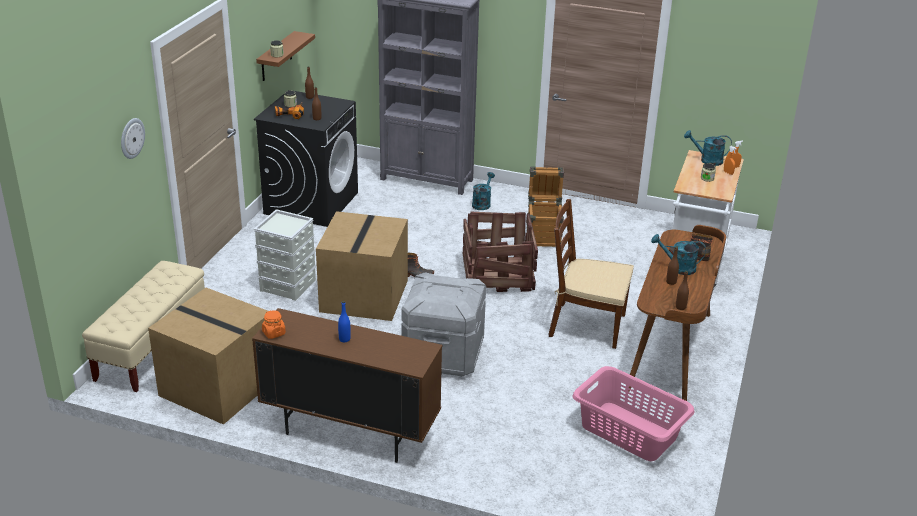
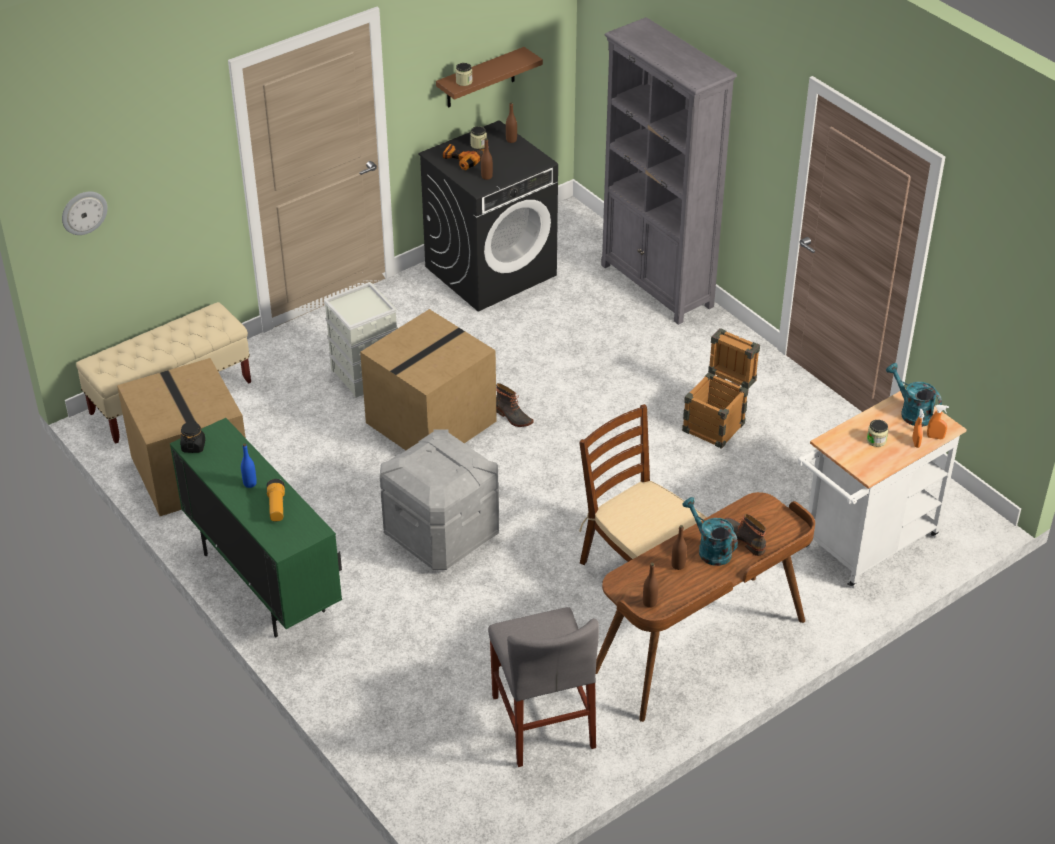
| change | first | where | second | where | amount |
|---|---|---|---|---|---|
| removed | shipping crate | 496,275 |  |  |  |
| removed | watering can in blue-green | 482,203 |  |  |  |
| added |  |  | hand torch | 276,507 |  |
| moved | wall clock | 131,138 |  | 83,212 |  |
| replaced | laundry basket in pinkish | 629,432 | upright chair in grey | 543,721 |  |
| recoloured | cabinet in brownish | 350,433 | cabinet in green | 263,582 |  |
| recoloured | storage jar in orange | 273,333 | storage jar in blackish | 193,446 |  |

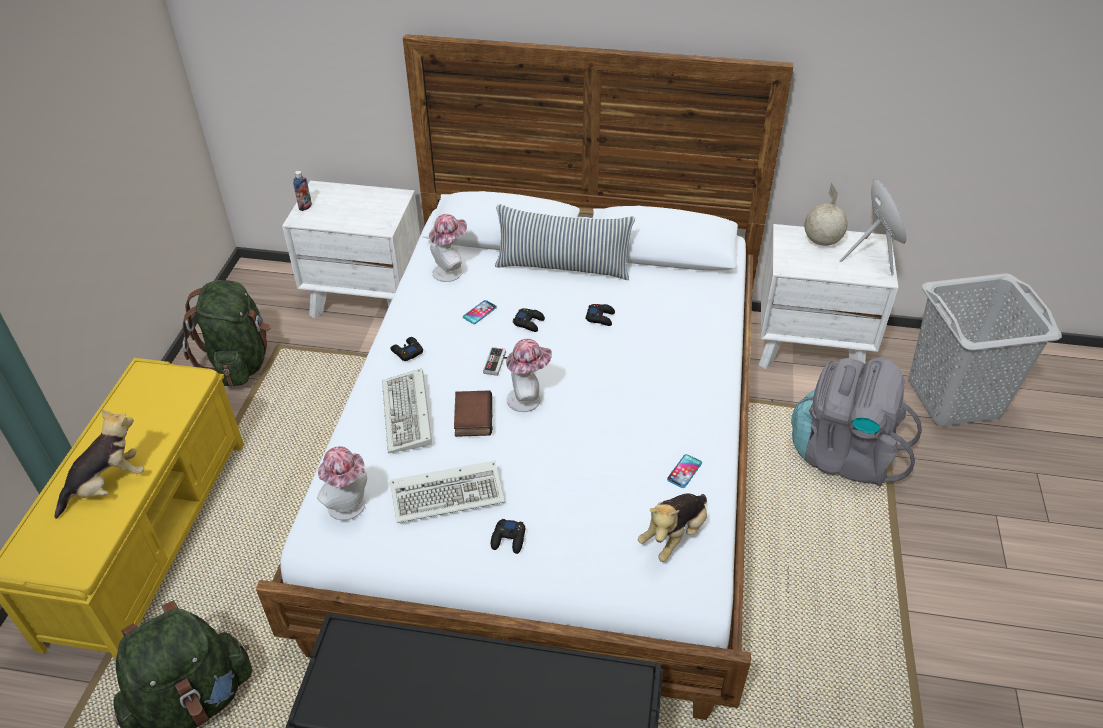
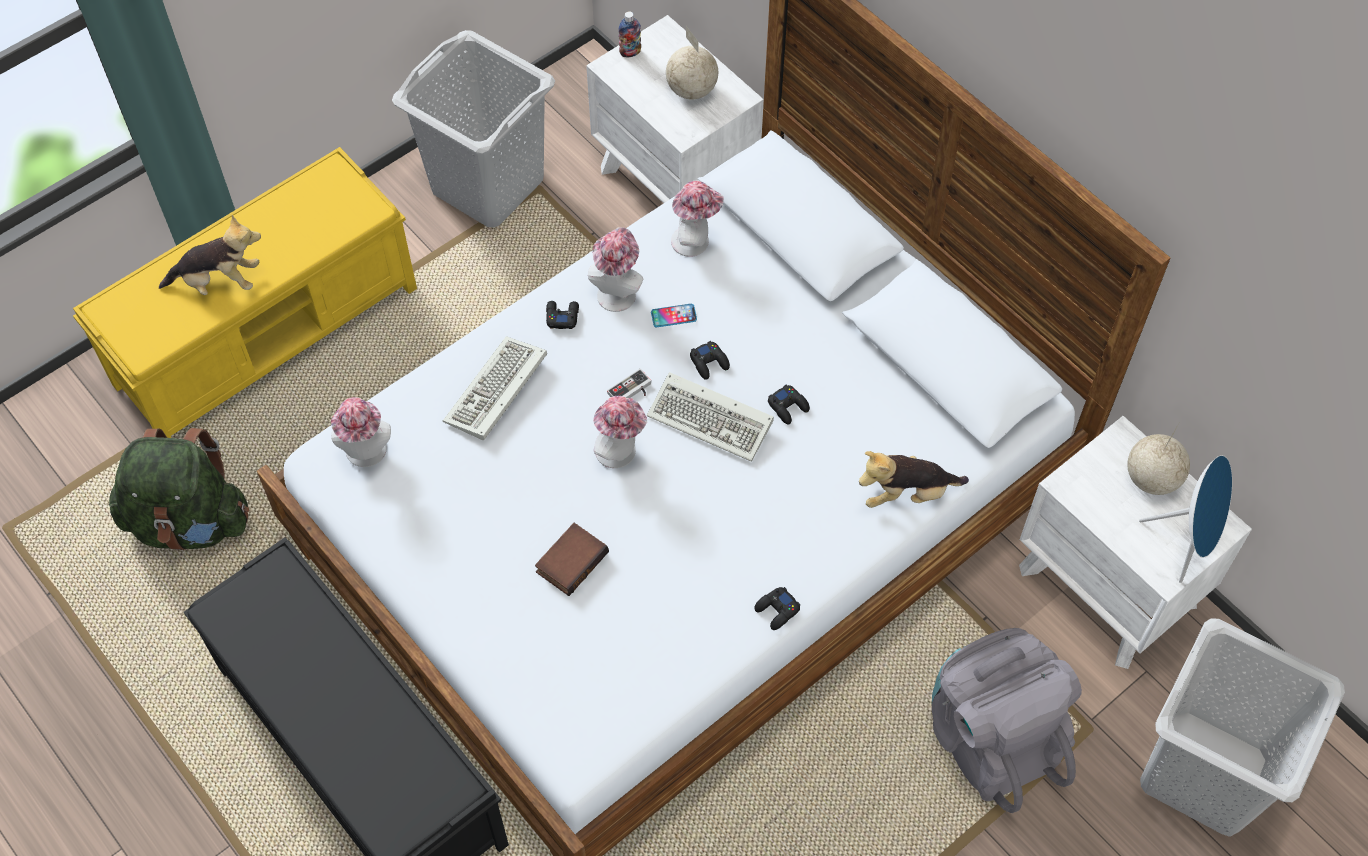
| change | first | where | second | where | amount |
|---|---|---|---|---|---|
| removed | cushion | 563,267 |  |  |  |
| removed | telephone | 684,471 |  |  |  |
| added |  |  | wearable hat | 617,291 |  |
| added |  |  | world globe | 692,90 |  |
| moved | computer keyboard | 449,493 |  | 713,420 |  |
| moved | bound book | 471,417 |  | 571,561 |  |
| moved | joypad in blackish | 509,539 |  | 777,610 |  |
| moved | cuddly toy | 674,535 |  | 906,493 |  |
| replaced | backpack in green | 239,362 | laundry basket in grey | 487,184 |  |

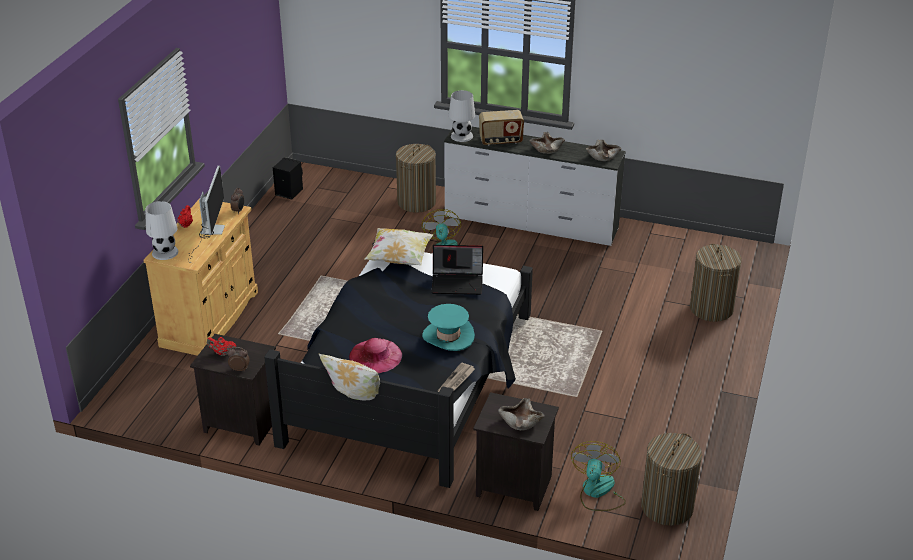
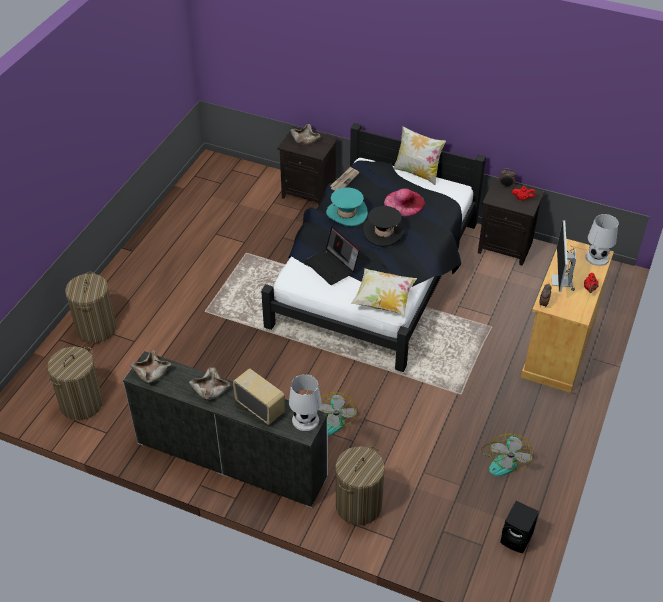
| change | first | where | second | where | amount |
|---|---|---|---|---|---|
| added |  |  | wearable hat in blackish | 384,232 |  |
| moved | cooling fan | 597,492 |  | 504,460 |  |
| moved | laundry basket | 667,507 |  | 81,403 |  |
| turned | laptop | 458,282 |  | 332,266 | 135 degrees counterclockwise |
| turned | radio set | 501,141 |  | 260,407 | 45 degrees clockwise |

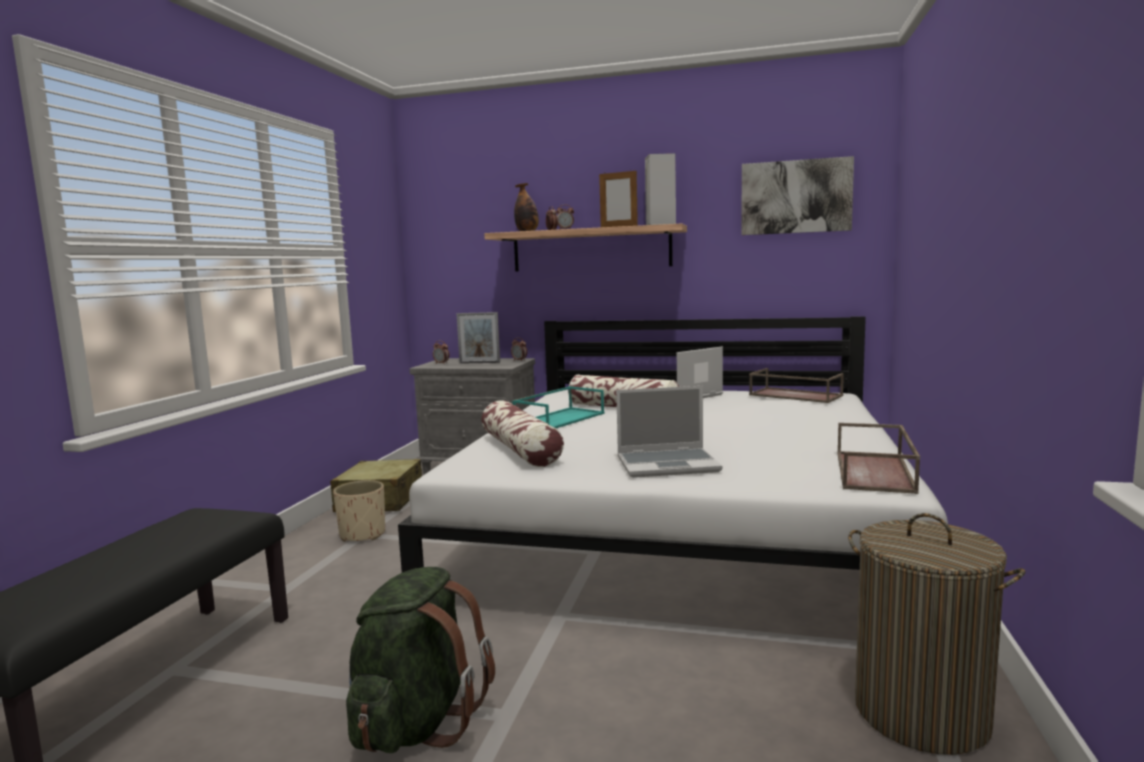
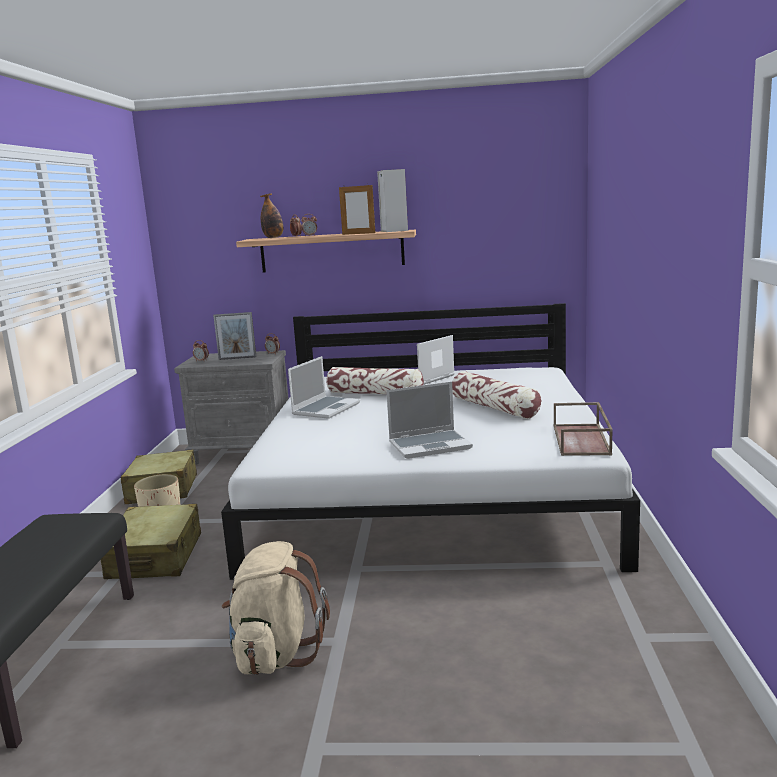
| change | first | where | second | where | amount |
|---|---|---|---|---|---|
| removed | wall art | 795,197 |  |  |  |
| removed | serving tray in brownish | 794,395 |  |  |  |
| removed | laundry basket | 921,714 |  |  |  |
| added |  |  | suitcase in beige-coloured | 155,557 |  |
| moved | cushion | 520,450 |  | 494,408 |  |
| replaced | serving tray in blue-green | 560,419 | laptop | 326,408 |  |
| recoloured | backpack in green | 417,721 | backpack in beige-coloured | 275,653 |  |

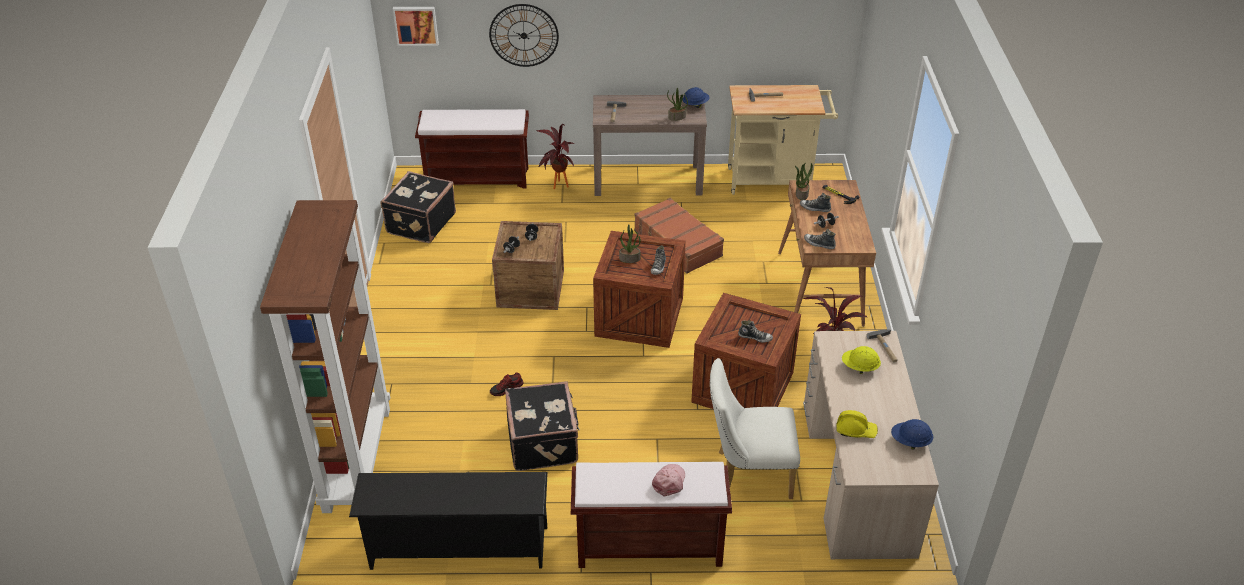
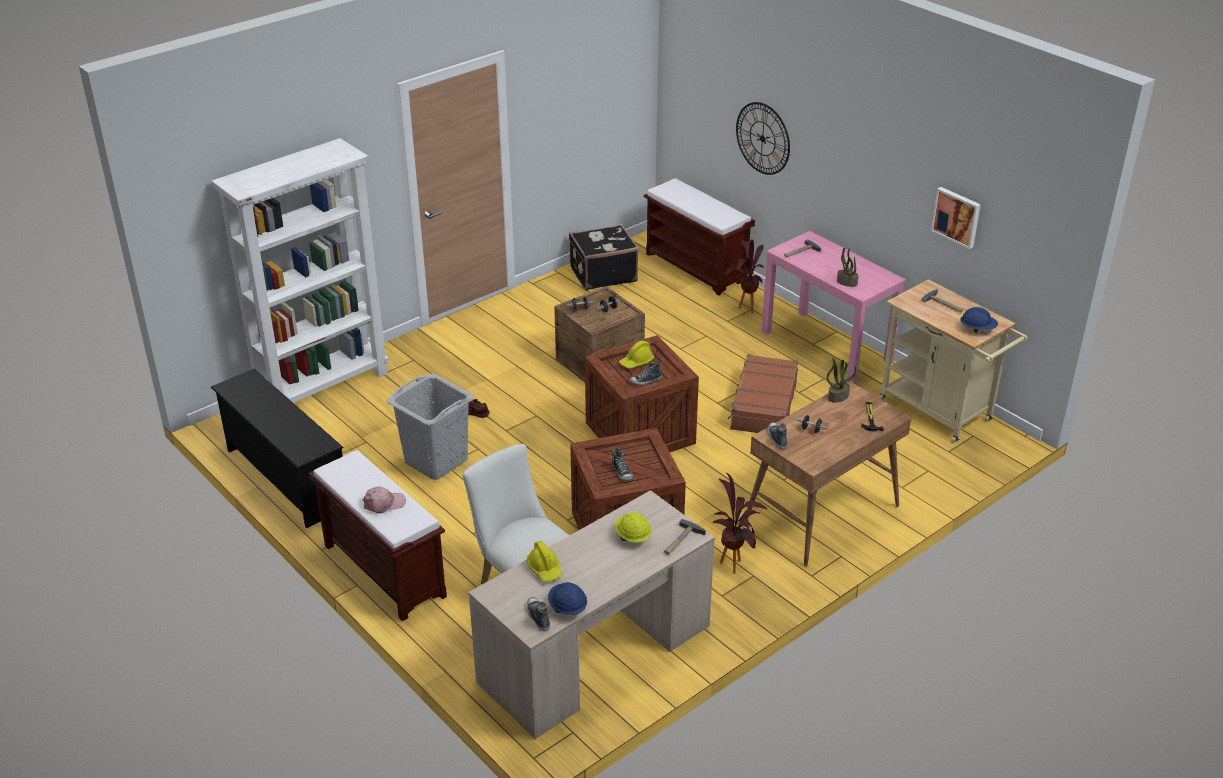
| change | first | where | second | where | amount |
|---|---|---|---|---|---|
| moved | wall art | 416,25 |  | 957,217 |  |
| moved | hard hat in blue | 695,105 |  | 977,329 |  |
| moved | shoe | 815,208 |  | 538,617 |  |
| replaced | suitcase in blackish | 544,442 | laundry basket in grey | 436,460 |  |
| replaced | potted plant | 630,258 | hard hat in yellow | 636,362 |  |
| recoloured | bookshelf in brownish | 356,458 | bookshelf in white-coloured | 323,387 |  |
| recoloured | console table in brownish | 648,180 | console table in pinkish | 827,346 |  |

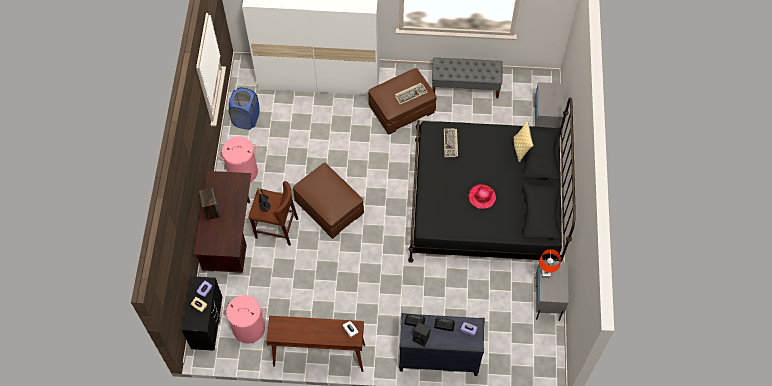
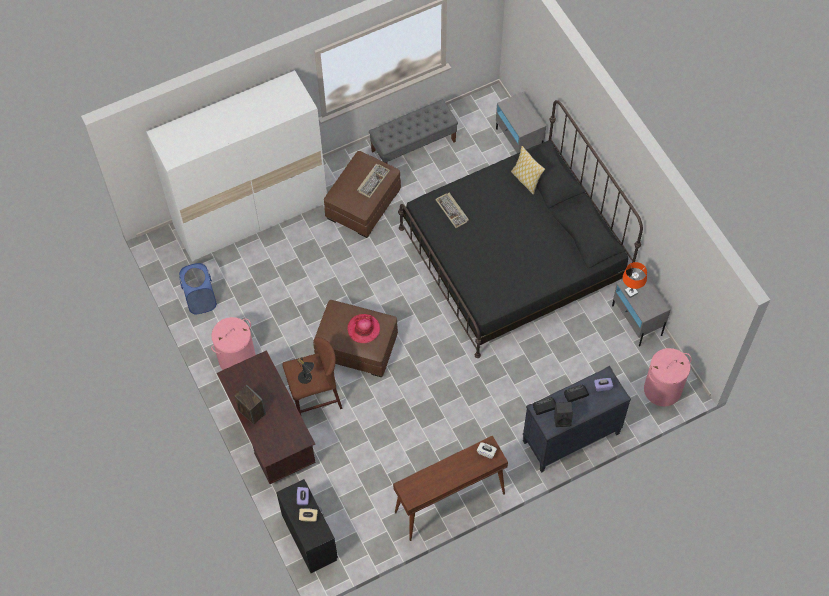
| change | first | where | second | where | amount |
|---|---|---|---|---|---|
| moved | laundry basket in pinkish | 248,328 |  | 662,389 |  |
| moved | wearable hat | 482,197 |  | 363,329 |  |

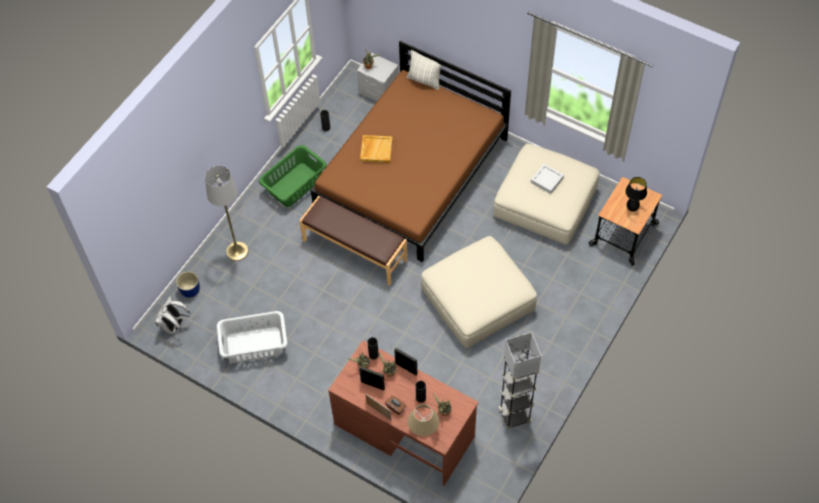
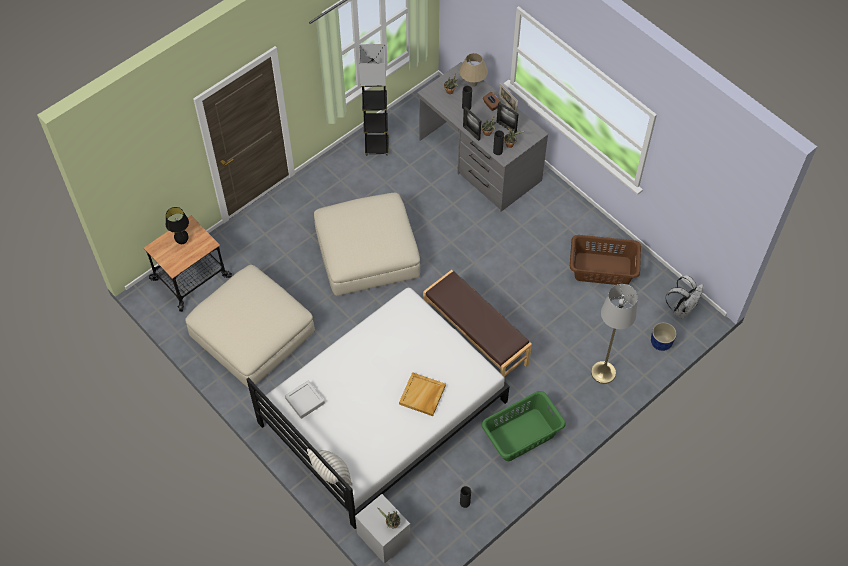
| change | first | where | second | where | amount |
|---|---|---|---|---|---|
| moved | serving tray in grey | 547,180 |  | 305,401 |  |
| recoloured | laundry basket in white-coloured | 255,345 | laundry basket in brownish | 602,268 |  |
| recoloured | sleeping bed in brownish | 412,172 | sleeping bed in white-coloured | 382,412 |  |
| recoloured | desk in brownish | 404,429 | desk in grey | 479,160 |  |

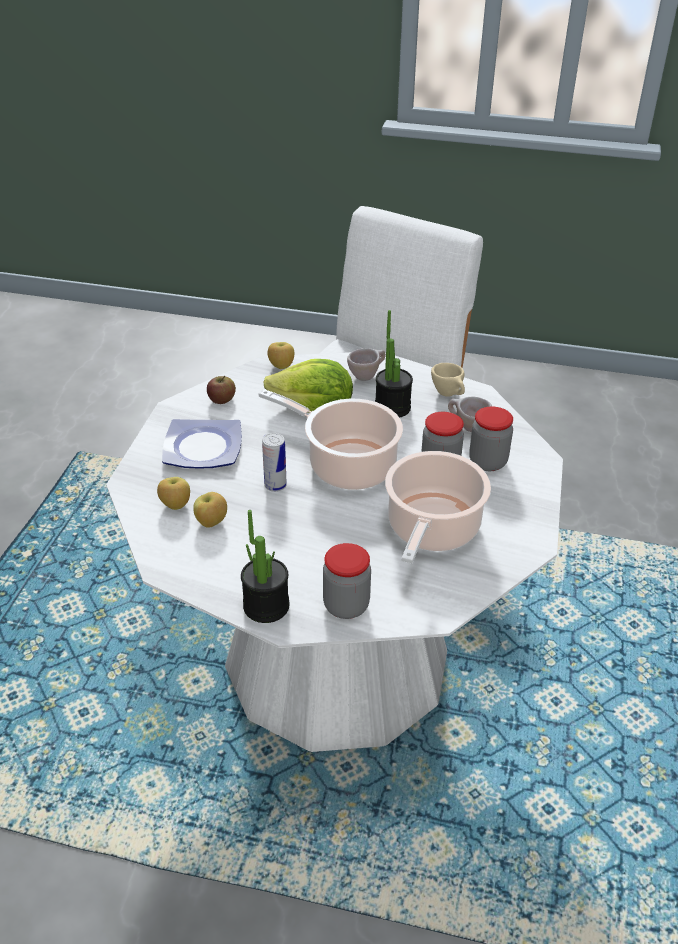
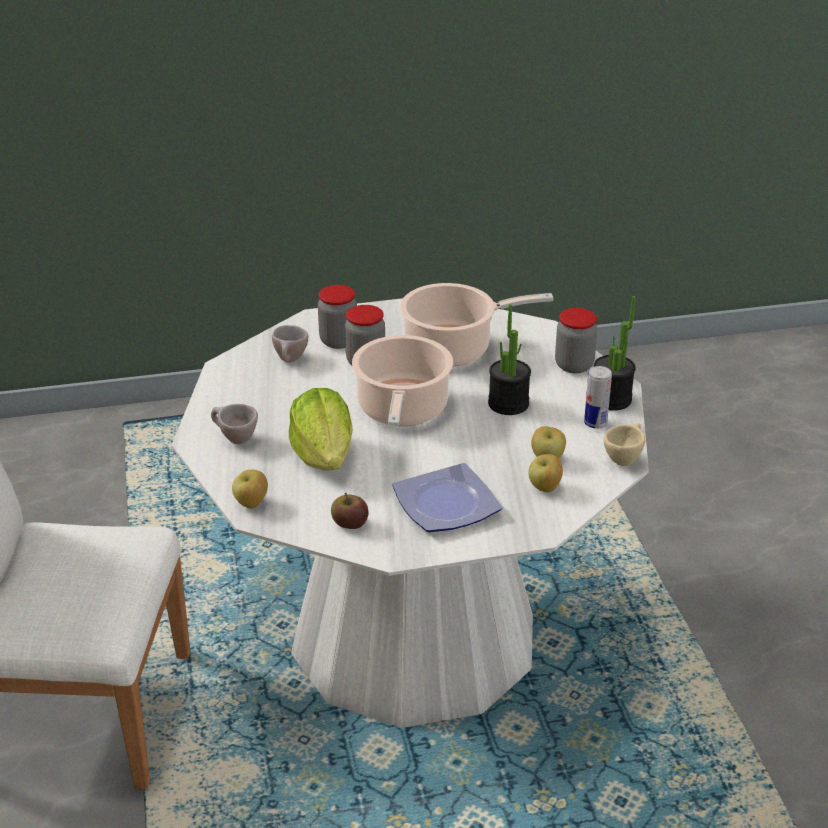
| change | first | where | second | where | amount |
|---|---|---|---|---|---|
| moved | sealed can | 275,485 |  | 595,423 |  |
| moved | potted plant | 392,408 |  | 508,404 |  |
| moved | small cup in beige-coloured | 449,394 |  | 624,458 |  |

